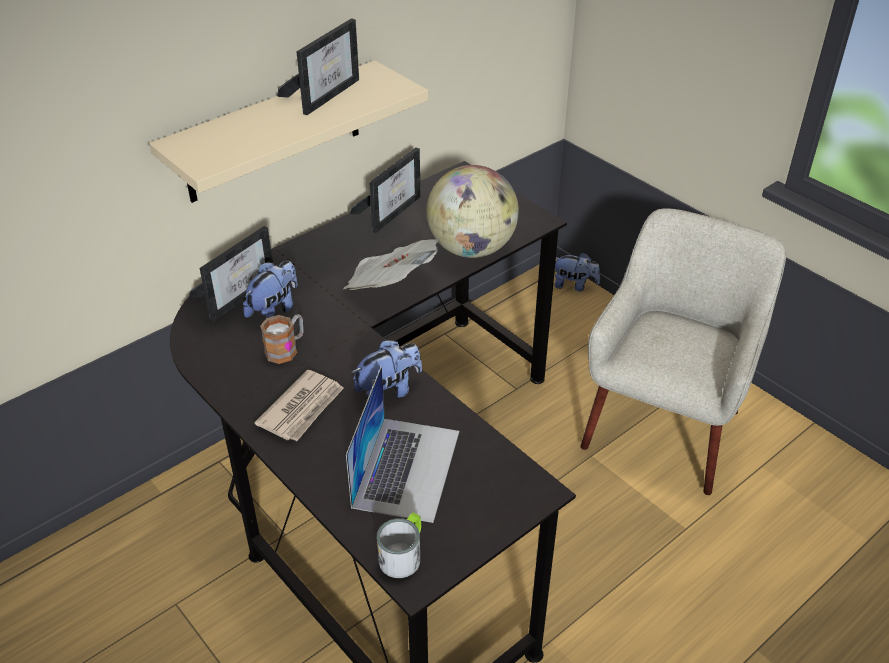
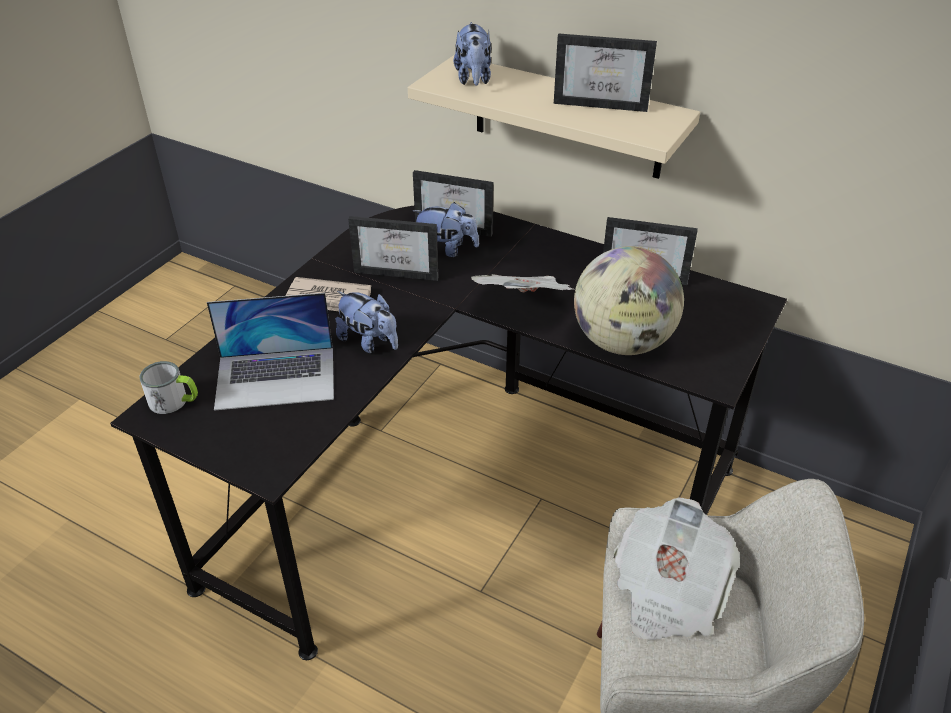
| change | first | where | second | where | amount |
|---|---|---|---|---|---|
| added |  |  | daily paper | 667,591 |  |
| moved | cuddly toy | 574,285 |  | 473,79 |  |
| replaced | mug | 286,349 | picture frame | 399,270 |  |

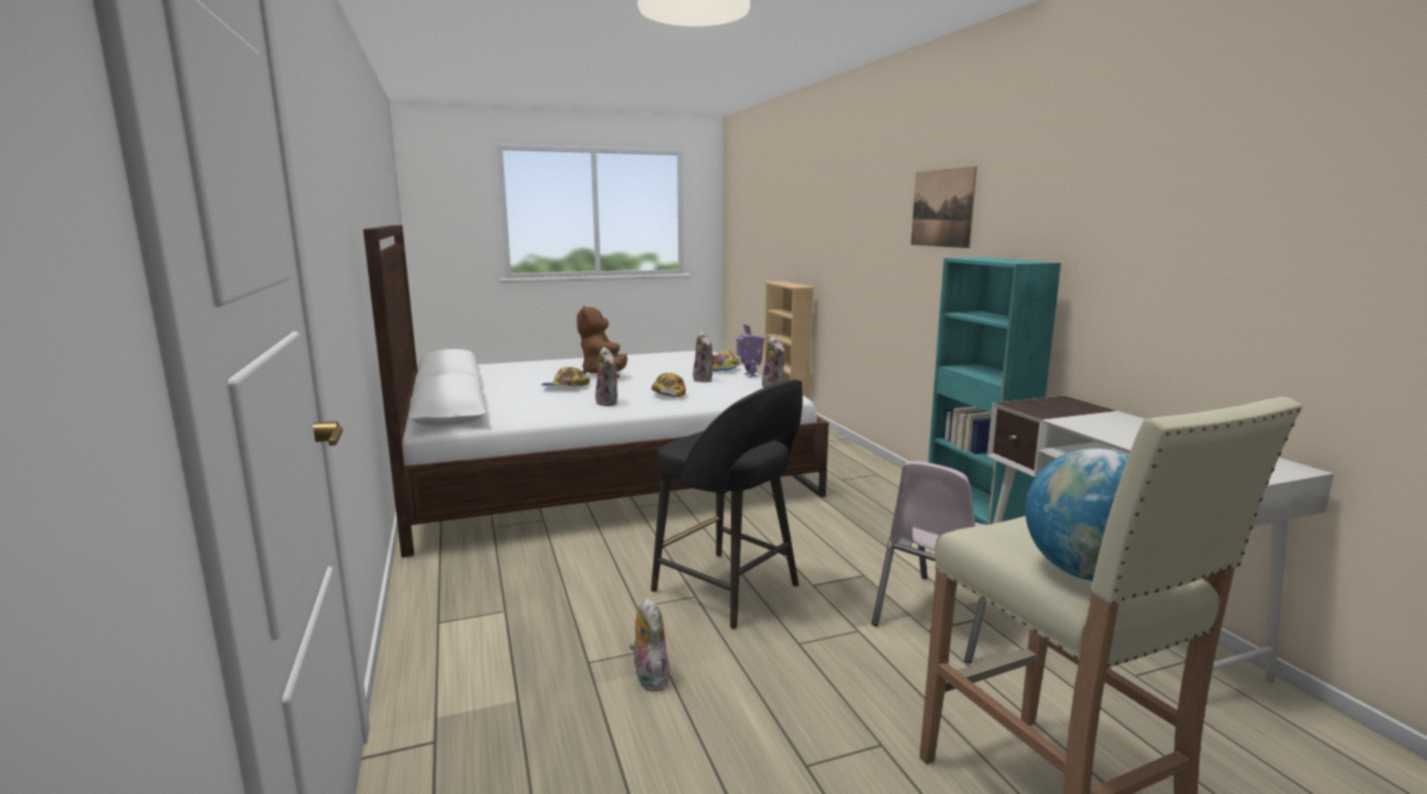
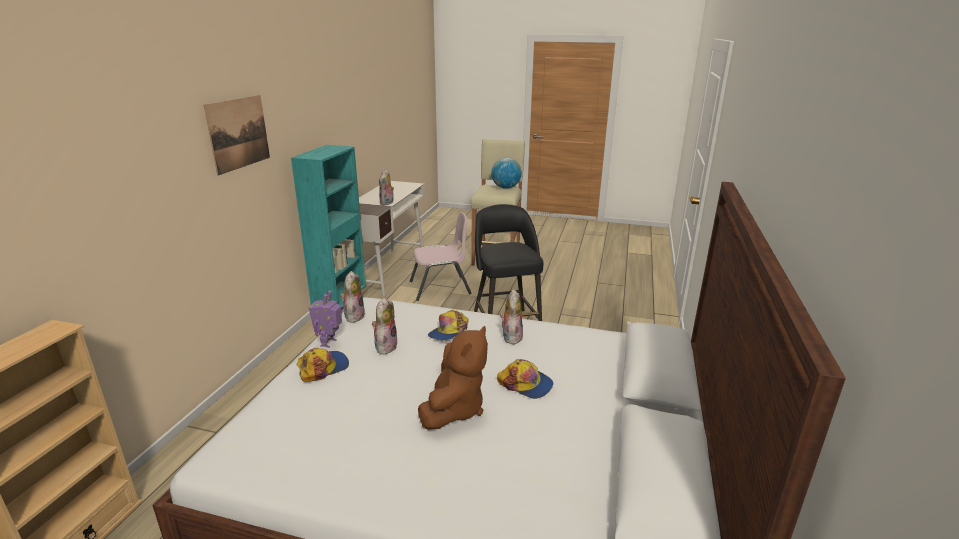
| change | first | where | second | where | amount |
|---|---|---|---|---|---|
| moved | cuddly toy | 649,678 |  | 387,203 |  |

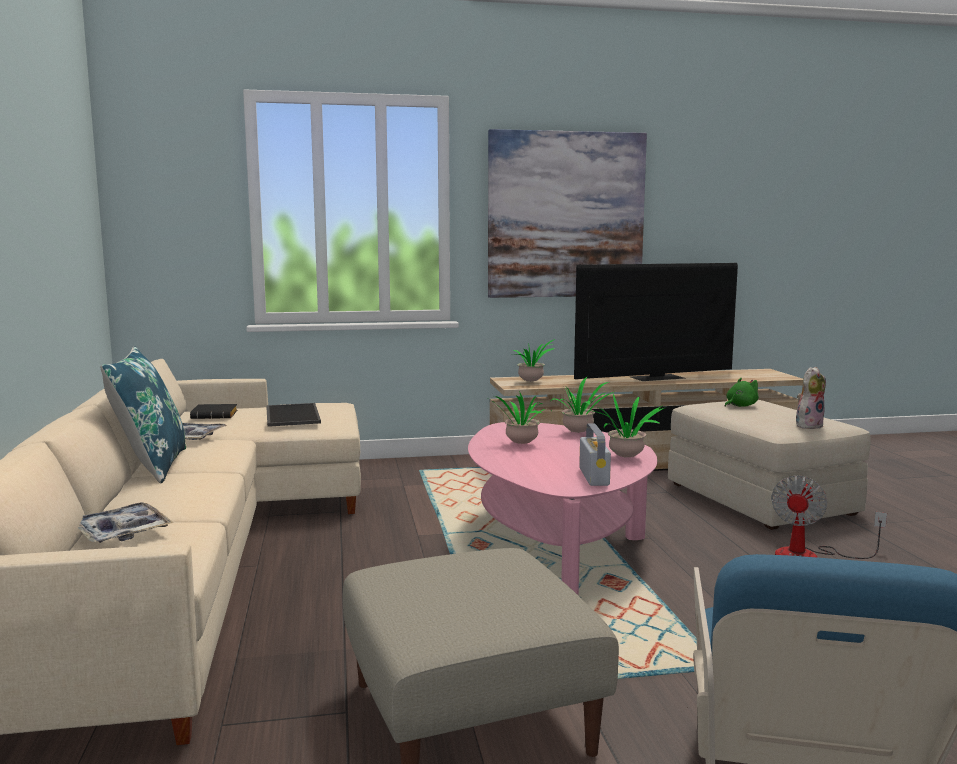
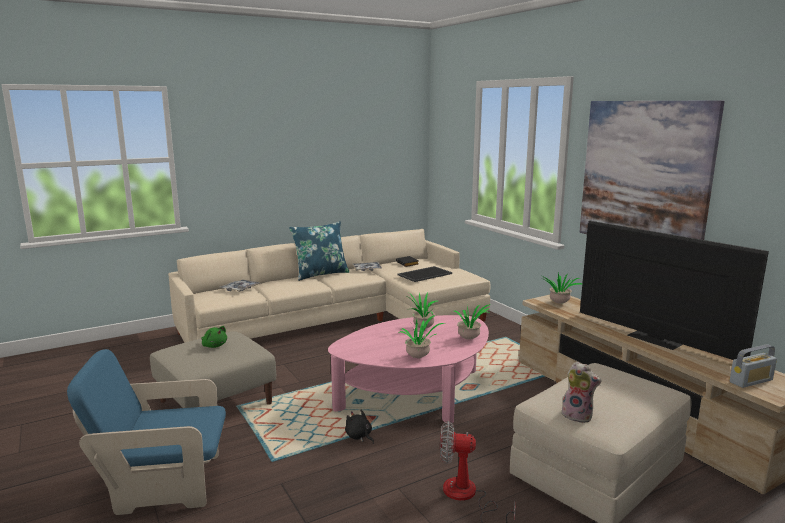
| change | first | where | second | where | amount |
|---|---|---|---|---|---|
| added |  |  | cuddly toy in blackish | 359,436 |  |
| moved | radio set | 594,476 |  | 751,381 |  |
| moved | cuddly toy in green | 740,406 |  | 214,346 |  |

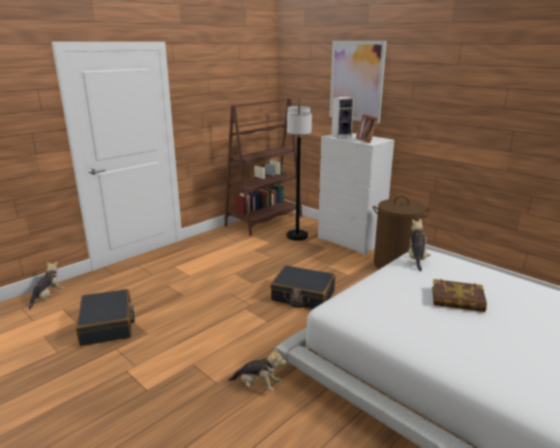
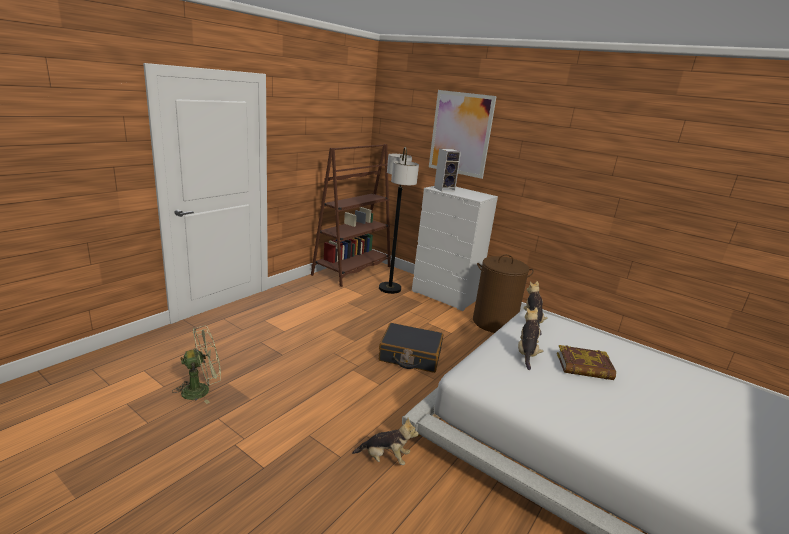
| change | first | where | second | where | amount |
|---|---|---|---|---|---|
| removed | picture frame | 366,140 |  |  |  |
| moved | cuddly toy | 48,297 |  | 526,353 |  |
| replaced | suitcase in blackish | 107,325 | cooling fan in green | 202,390 |  |

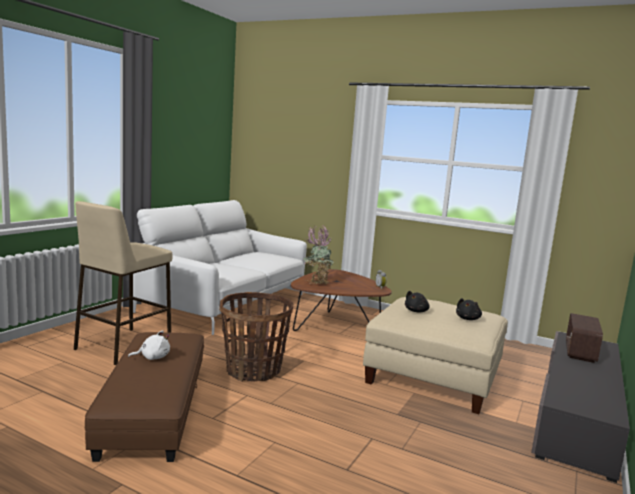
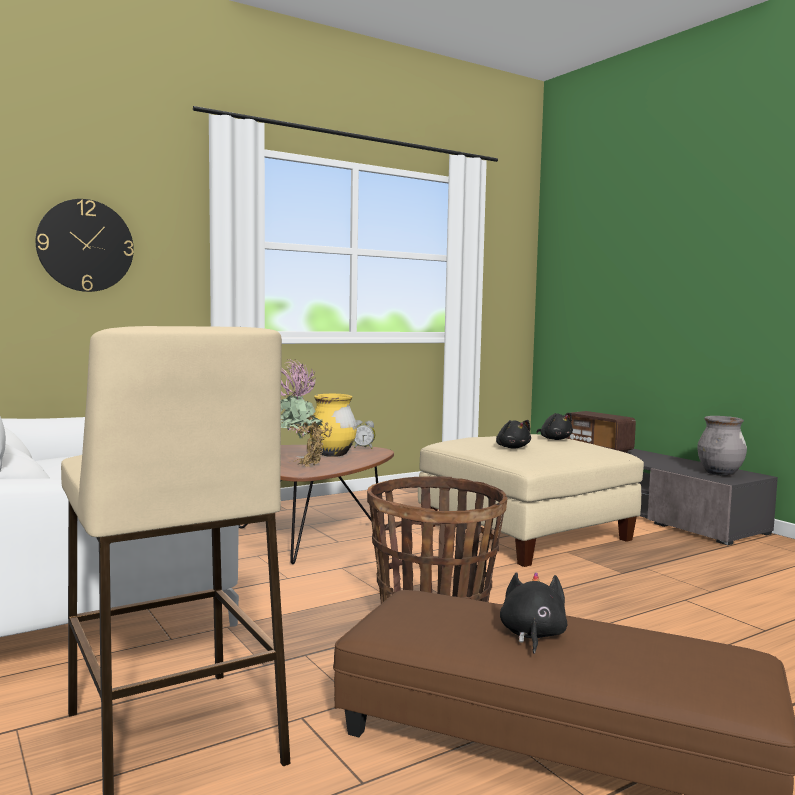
| change | first | where | second | where | amount |
|---|---|---|---|---|---|
| added |  |  | wall clock | 85,245 |  |
| added |  |  | decorative vase in yellow | 332,454 |  |
| added |  |  | decorative vase in grey | 720,473 |  |
| recoloured | cuddly toy in white-coloured | 152,357 | cuddly toy in blackish | 532,635 |  |

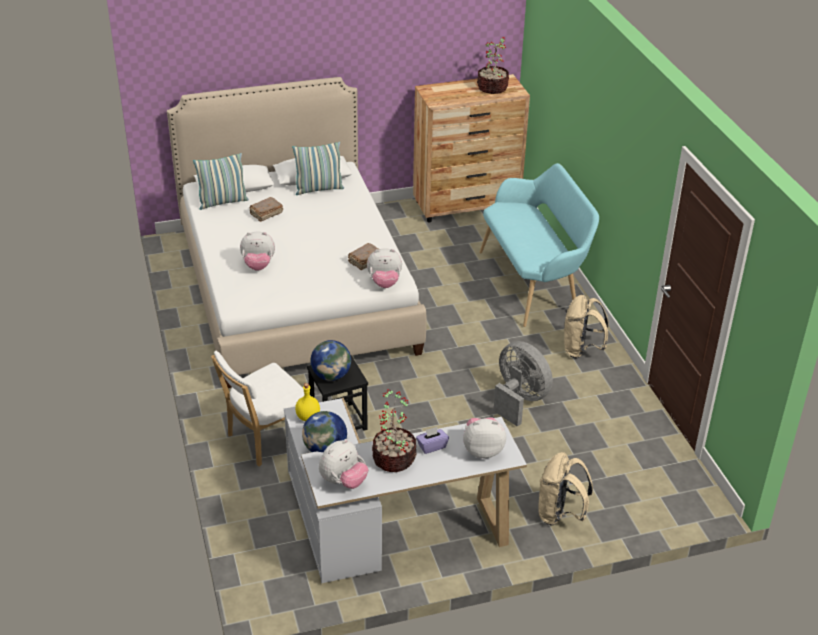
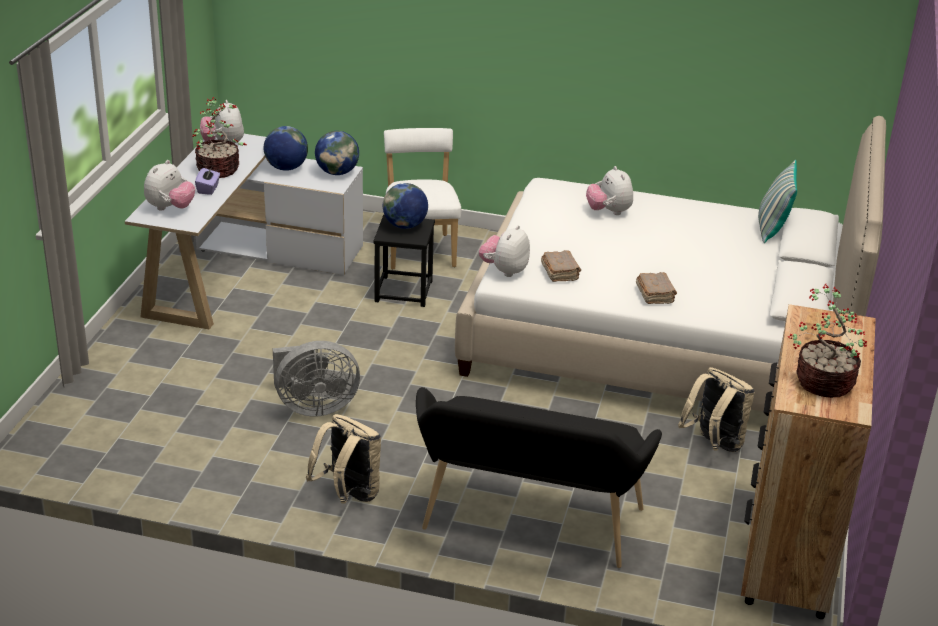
| change | first | where | second | where | amount |
|---|---|---|---|---|---|
| removed | cushion | 319,189 |  |  |  |
| moved | bound book in brownish | 266,214 |  | 655,295 |  |
| moved | backpack in beige-coloured | 560,514 |  | 714,444 |  |
| replaced | bottle in yellow | 307,417 | world globe | 337,172 |  |
| recoloured | bench in blue-green | 533,283 | bench in blackish | 527,524 |  |
| turned | cuddly toy | 258,266 |  | 609,212 | 45 degrees counterclockwise |

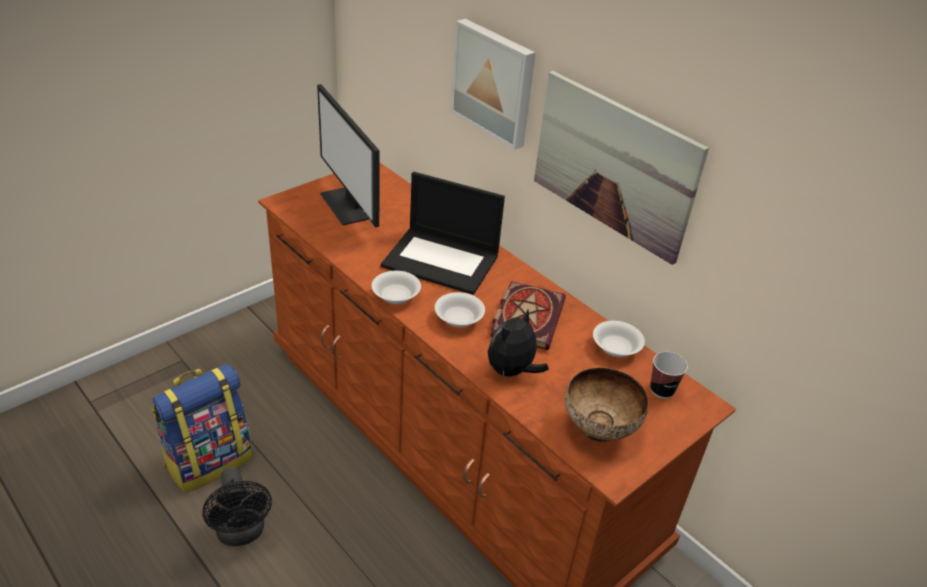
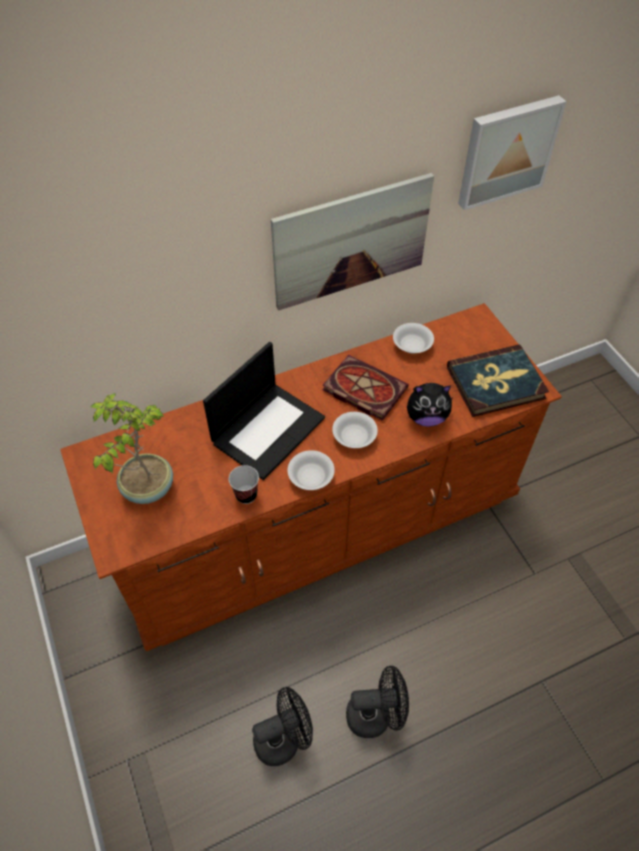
| change | first | where | second | where | amount |
|---|---|---|---|---|---|
| moved | wall art | 494,82 |  | 506,151 |  |
| moved | small cup | 662,390 |  | 246,495 |  |
| replaced | backpack | 209,461 | cooling fan in blackish | 283,738 |  |
| replaced | computer screen | 350,205 | potted plant | 147,487 |  |
| replaced | serving bowl | 599,430 | bound book | 495,383 |  |
| turned | cuddly toy | 512,371 |  | 426,417 | 60 degrees counterclockwise |

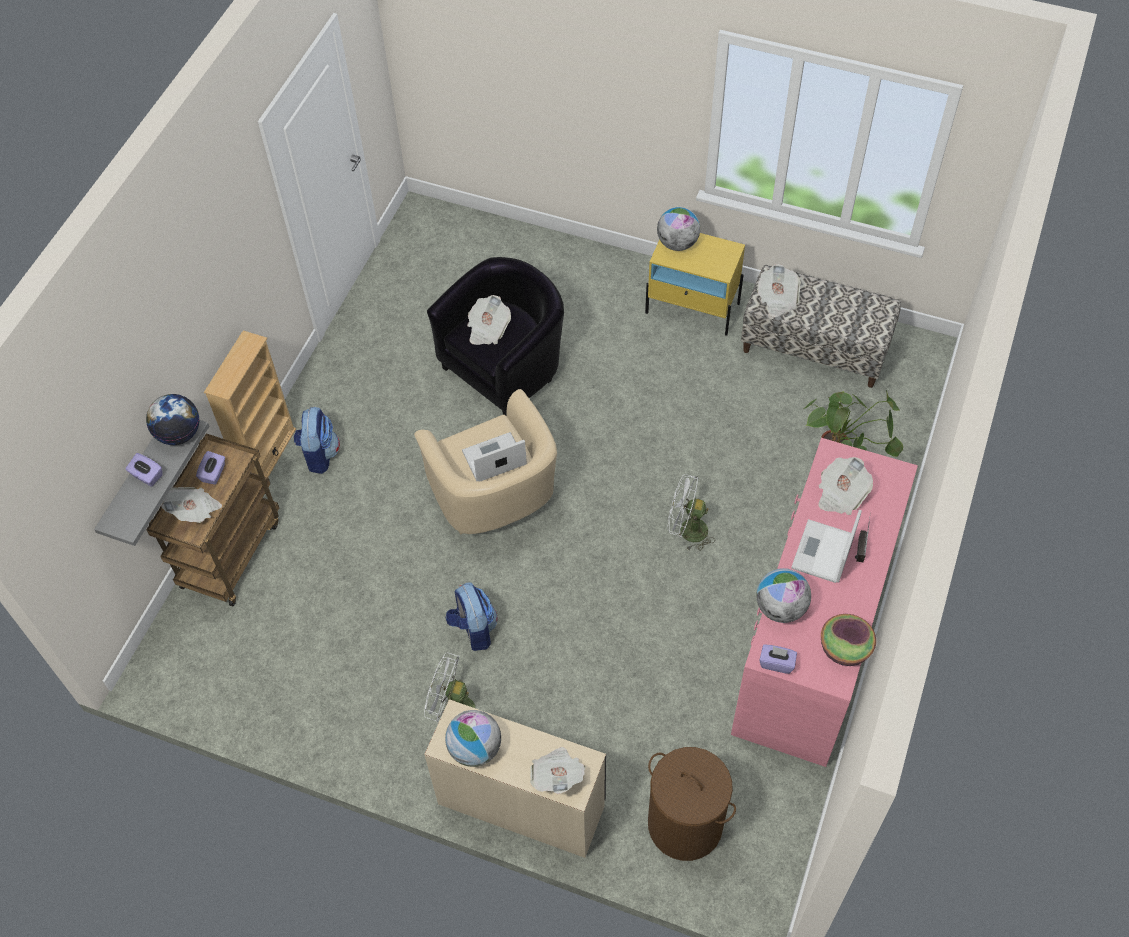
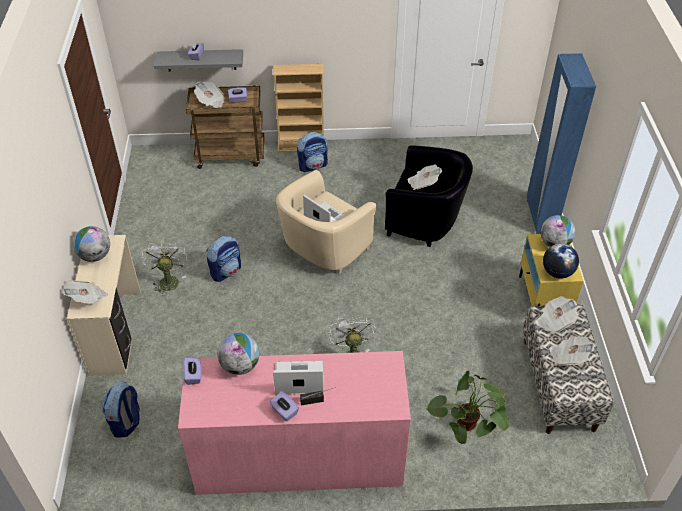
| change | first | where | second | where | amount |
|---|---|---|---|---|---|
| removed | serving bowl | 845,648 |  |  |  |
| added |  |  | box of tissues in purplish | 284,411 |  |
| added |  |  | clothes cupboard in blue | 540,217 |  |
| moved | world globe | 179,433 |  | 557,272 |  |
| moved | daily paper | 840,494 |  | 568,357 |  |
| replaced | laundry basket in brownish | 685,824 | backpack | 126,422 |  |

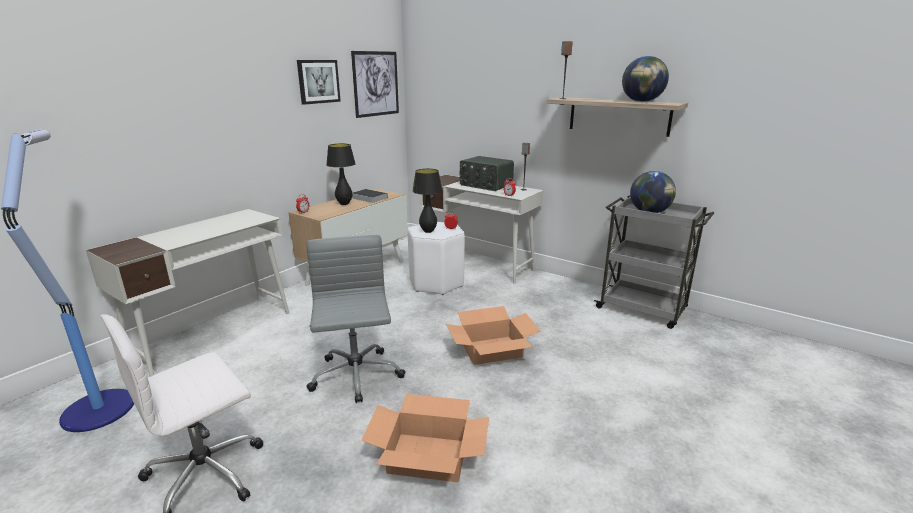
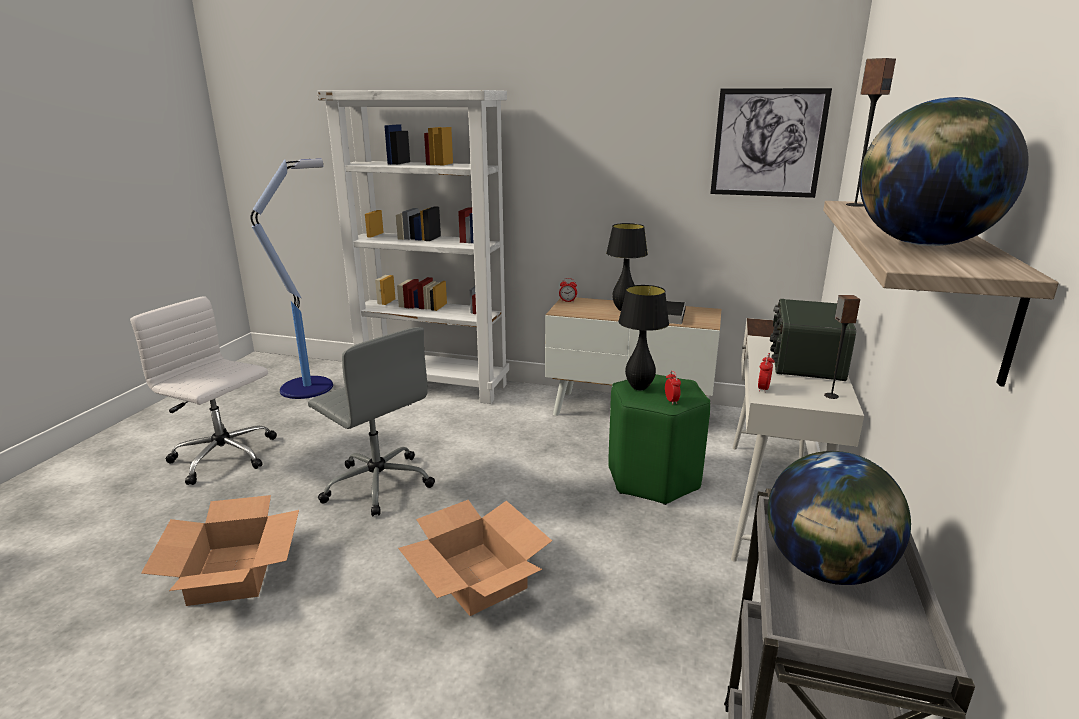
| change | first | where | second | where | amount |
|---|---|---|---|---|---|
| removed | wall art | 318,81 |  |  |  |
| replaced | desk in white-coloured | 214,333 | bookshelf in white-coloured | 434,385 |  |
| recoloured | stool seat in white-coloured | 436,283 | stool seat in green | 653,478 |  |
| turned | computer chair in grey | 356,376 |  | 378,483 | 75 degrees clockwise |

